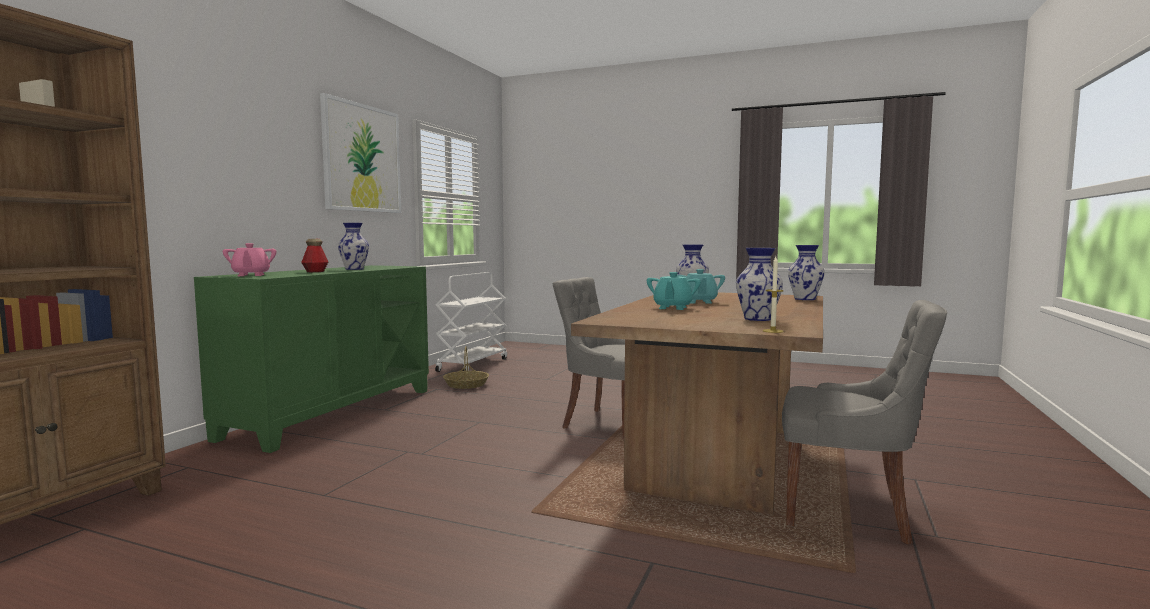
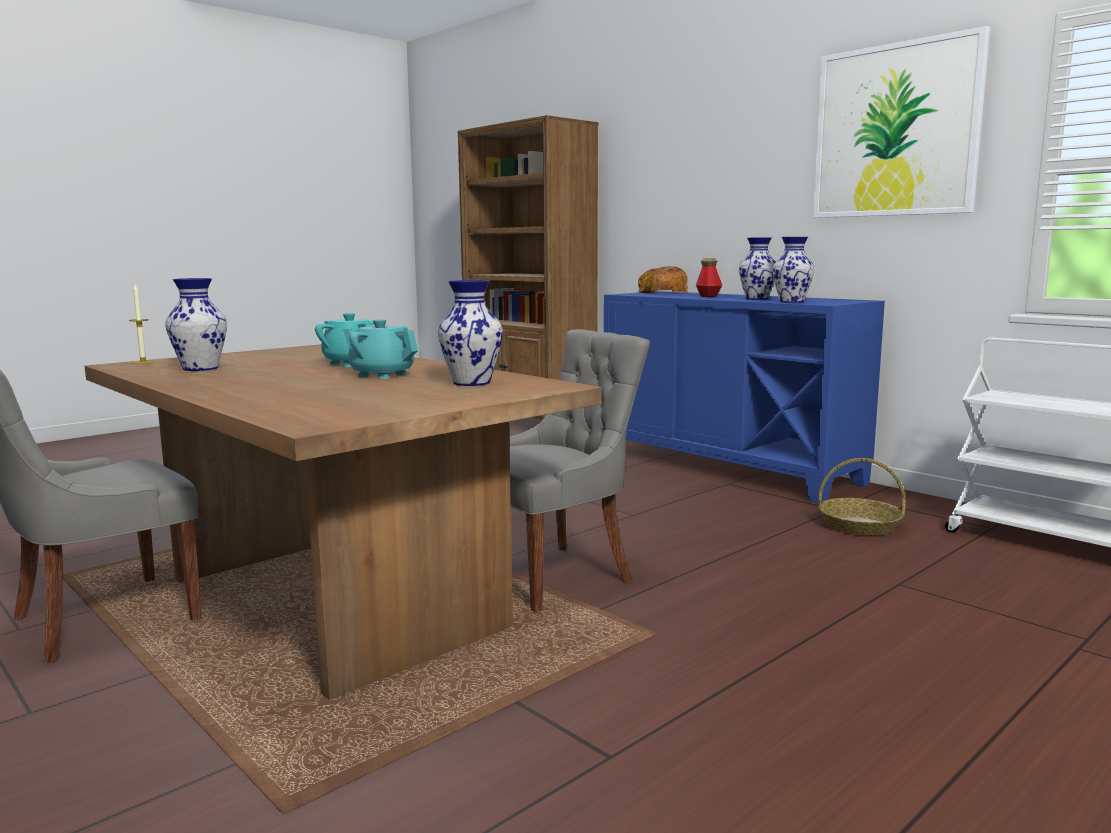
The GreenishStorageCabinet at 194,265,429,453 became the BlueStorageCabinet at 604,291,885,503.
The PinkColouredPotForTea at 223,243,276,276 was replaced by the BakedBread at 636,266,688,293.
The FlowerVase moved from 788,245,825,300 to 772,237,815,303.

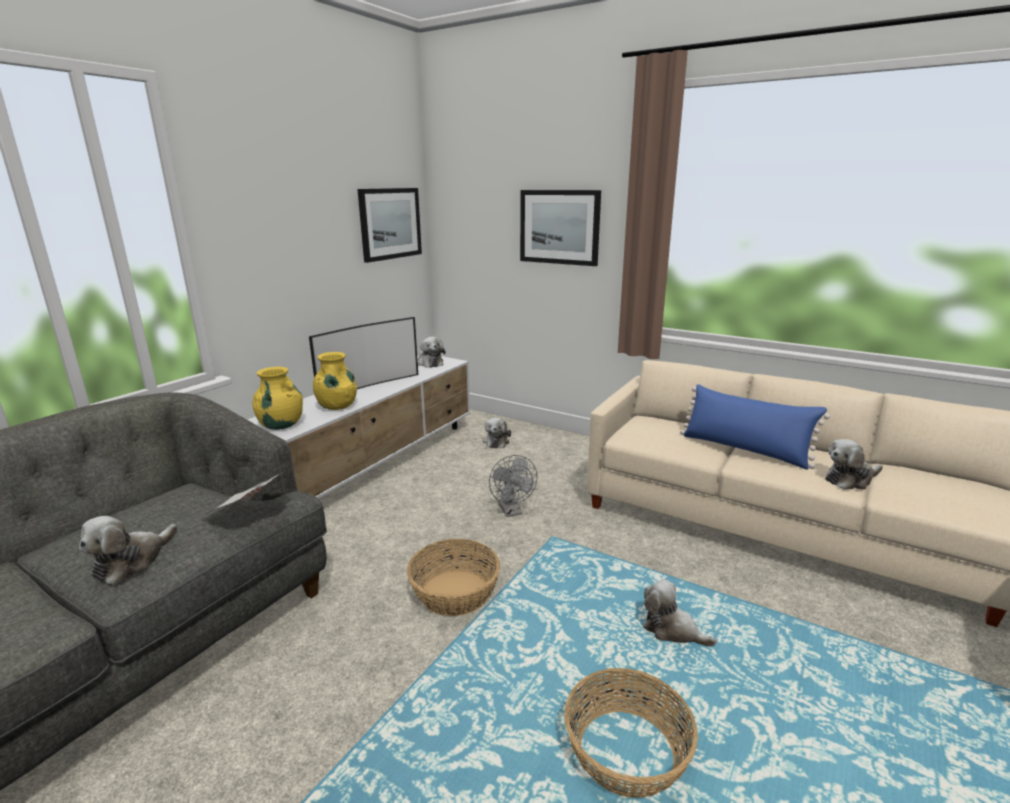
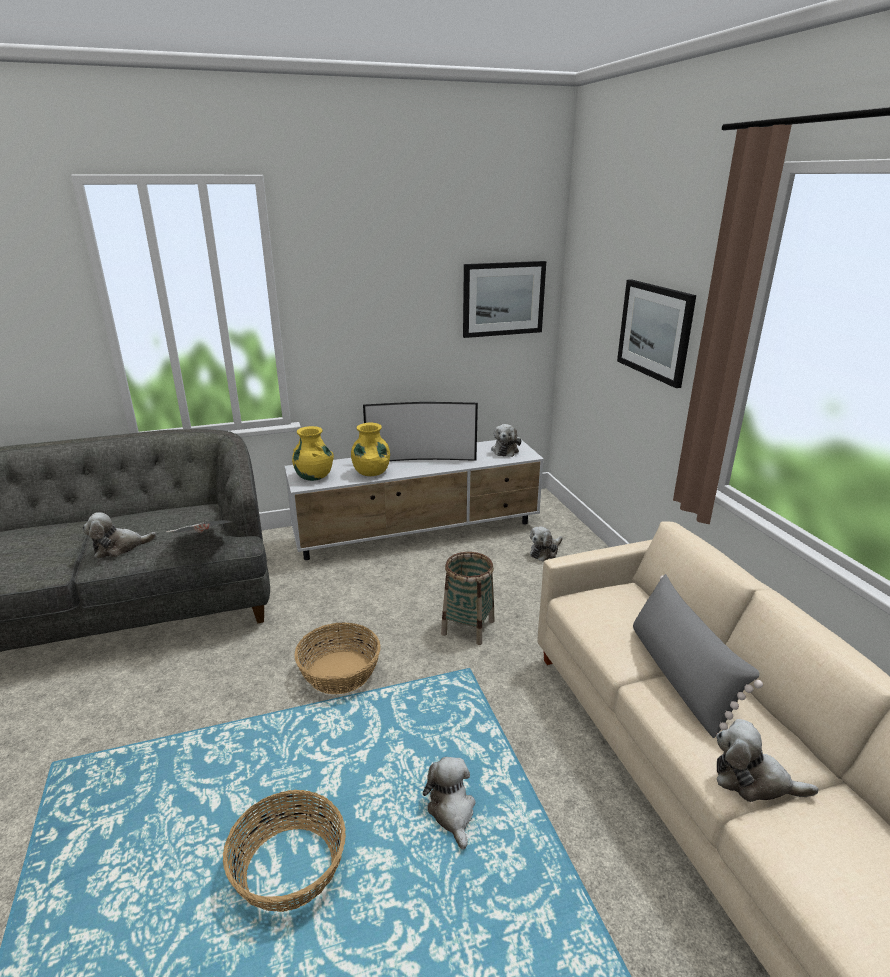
The GreyishElectricFan at 489,455,537,517 was replaced by the HouseholdBasket at 441,552,495,645.
The BluePillow at 680,384,830,470 became the GreyishPillow at 633,574,763,738.

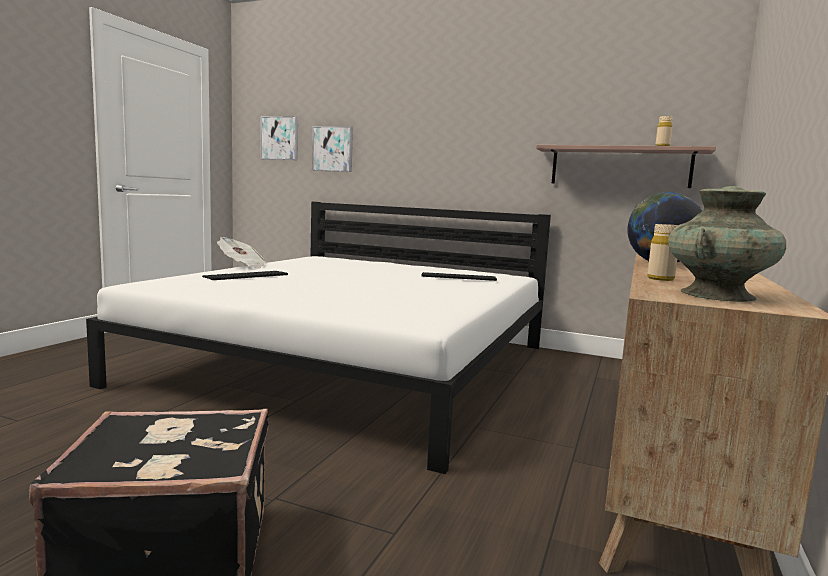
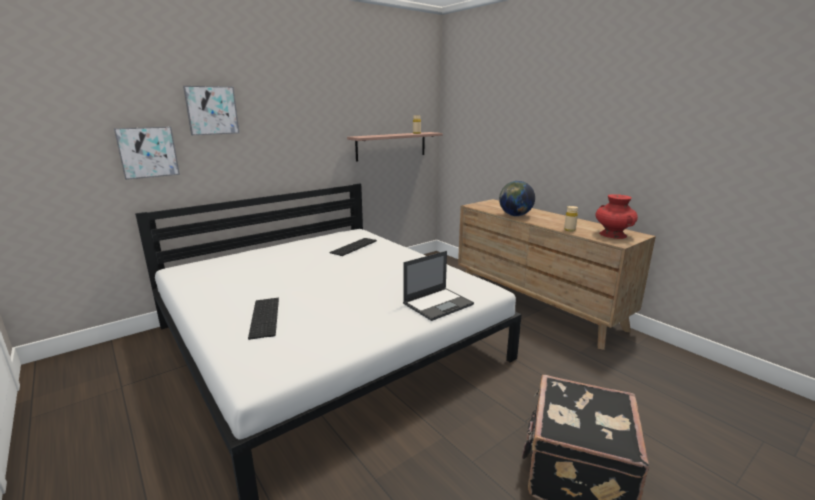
The Picture moved from 261,116,298,160 to 183,86,239,135.
The Laptop at 403,251,474,321 appeared.
The TurquoiseColouredFlowerVase at 668,186,786,302 became the RedFlowerVase at 595,194,638,239.
The PrintedPaper at 217,237,267,269 disappeared.

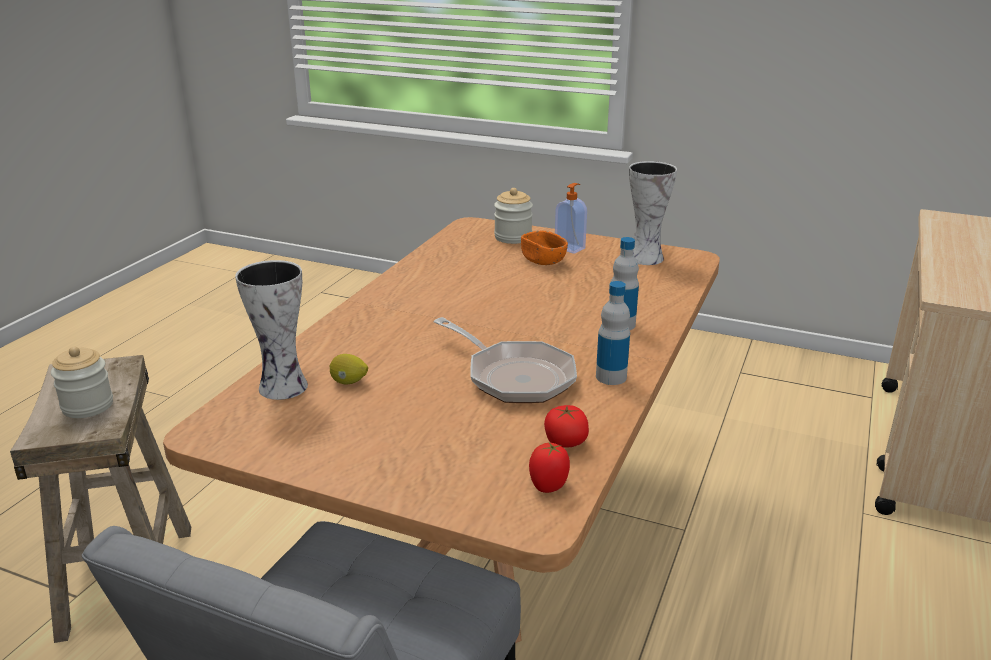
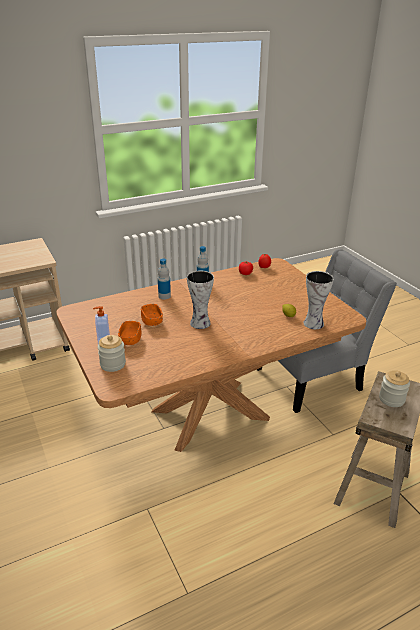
The OrangeyBowl at 141,304,163,326 appeared.
The FlowerVase moved from 629,161,677,265 to 187,271,214,329.
The Pan at 434,317,577,403 disappeared.

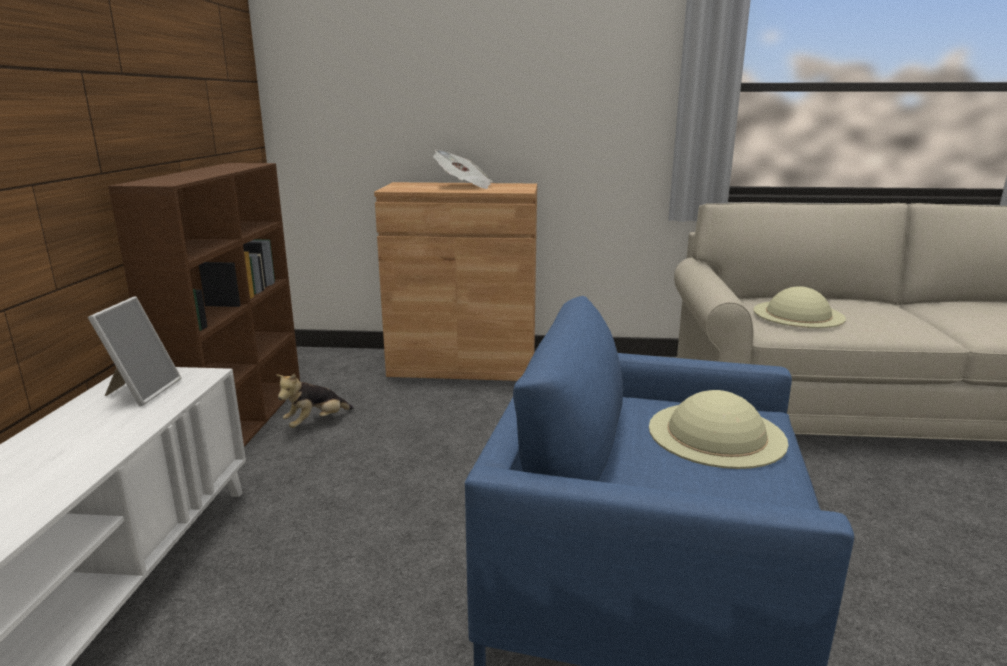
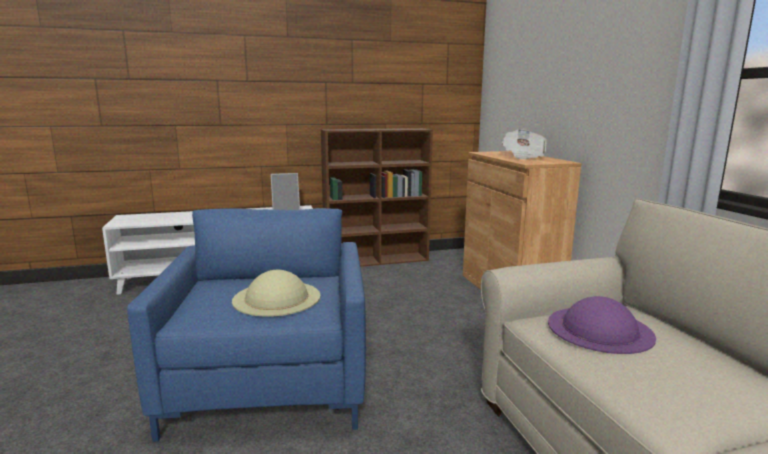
The SandColouredHat at 753,286,846,328 became the PurpleHat at 548,296,656,354.
The PlushToy at 276,374,354,428 disappeared.

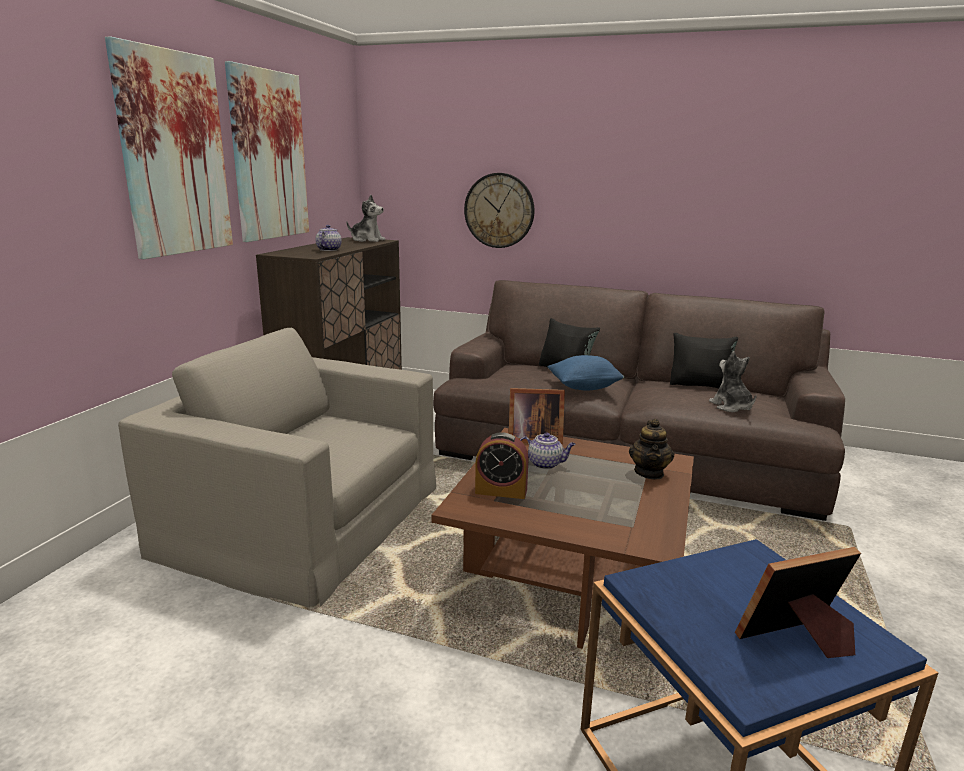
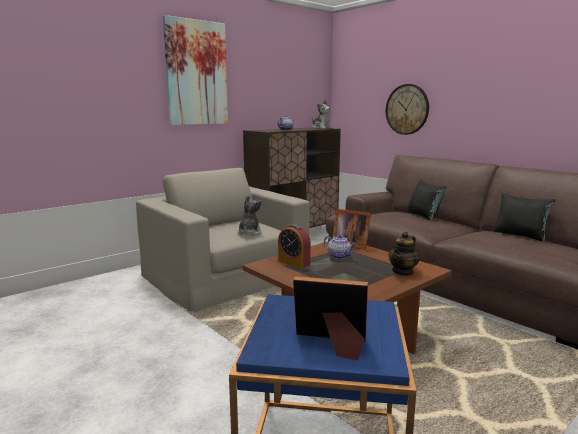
The PlushToy moved from 709,351,757,412 to 238,195,262,236.
The Picture at 225,61,309,242 disappeared.
The BluePillow at 547,355,624,390 disappeared.

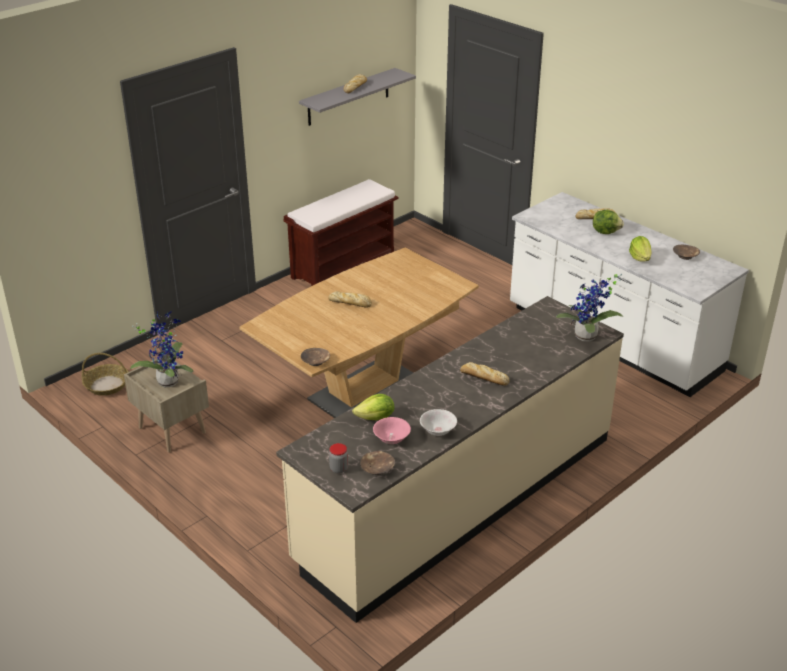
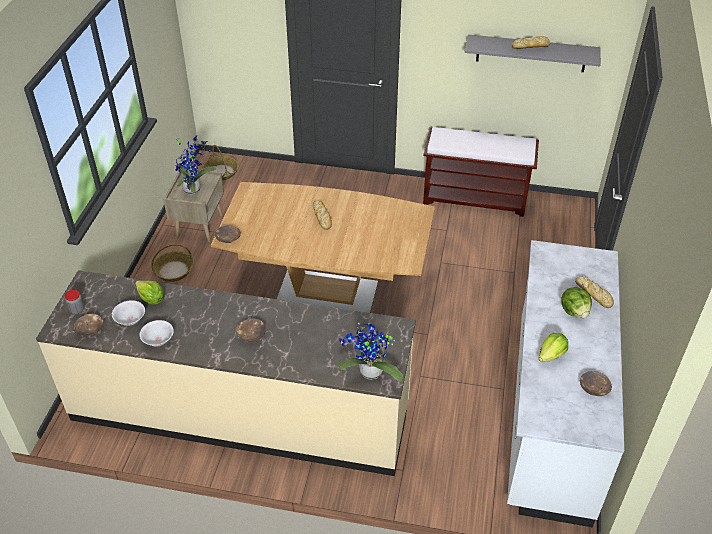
The PinkColouredBowl at 373,417,411,444 became the WhiteColouredBowl at 112,300,145,326.
The HouseholdBasket at 151,244,193,282 appeared.
The BakedBread at 460,362,509,386 was replaced by the BrownishBowl at 236,319,266,342.

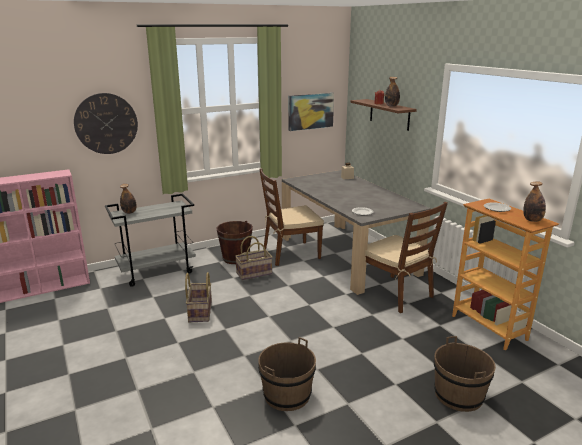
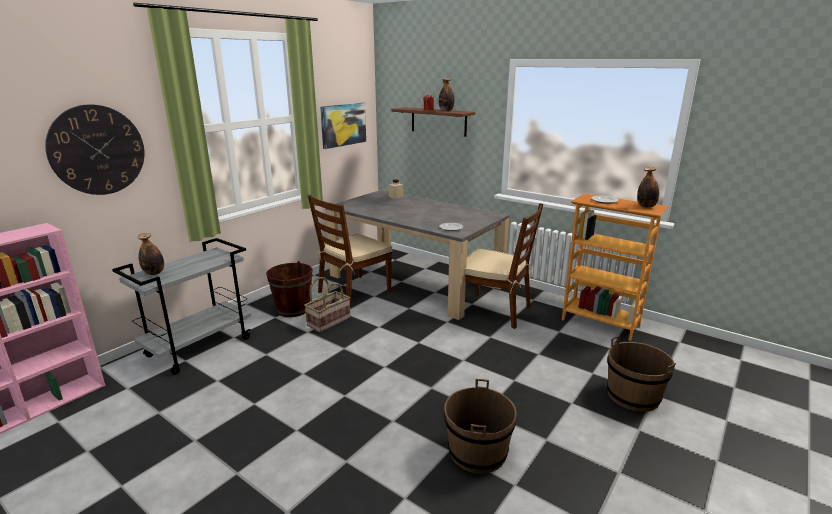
The HouseholdBasket at 185,272,212,322 disappeared.

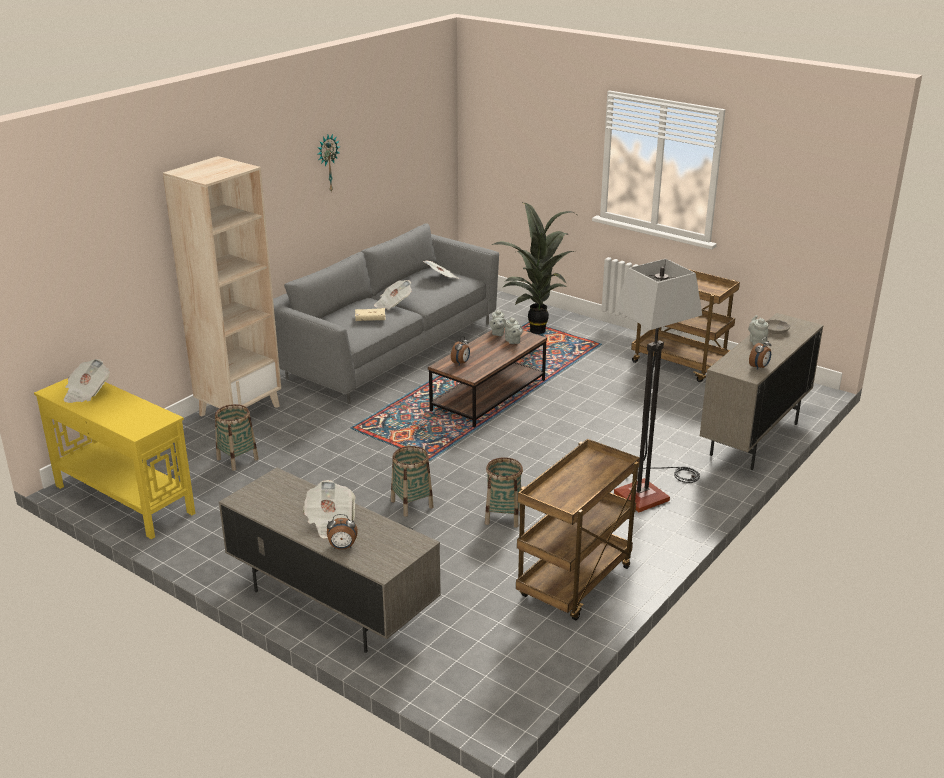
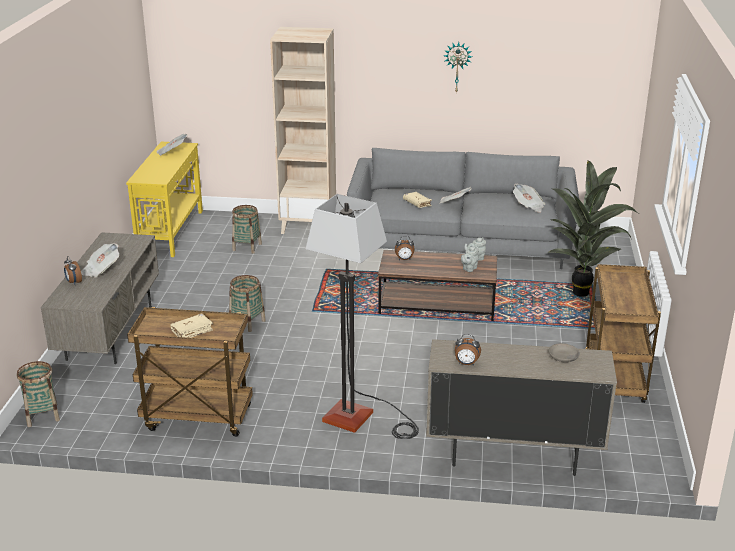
The HouseholdBasket moved from 485,457,523,528 to 17,361,60,427.
The SandColouredBoundBook at 171,313,213,338 appeared.
The GreyishPotForTea at 748,315,769,345 disappeared.

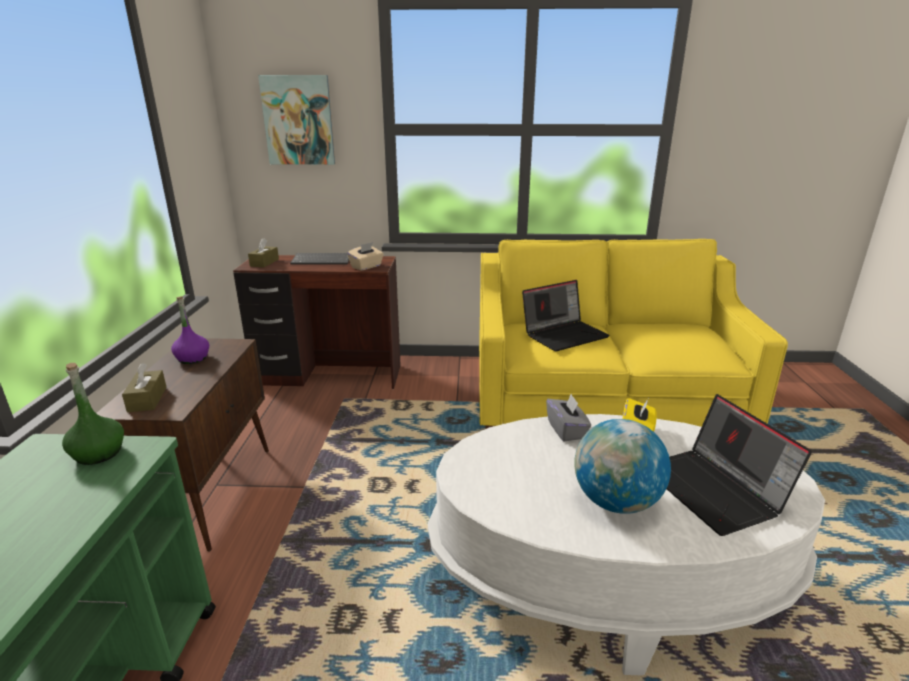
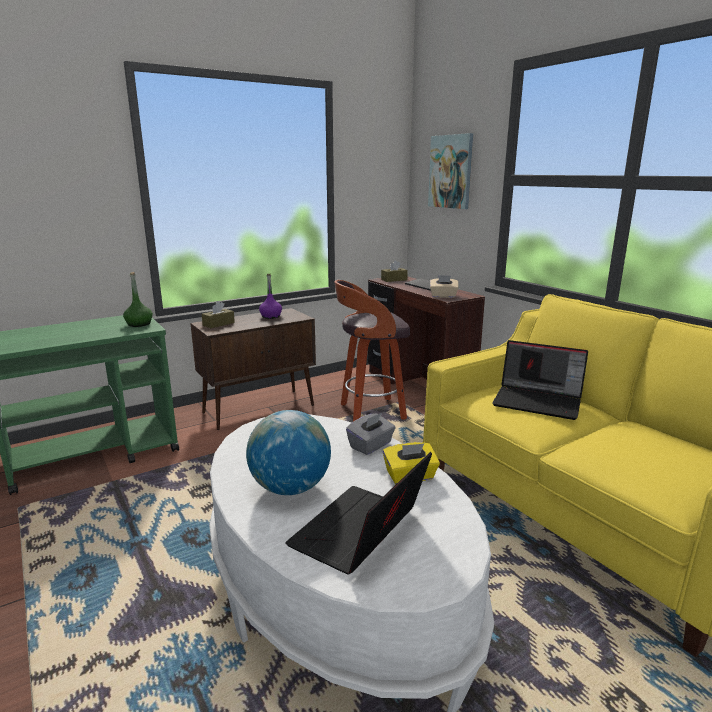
The Stool at 335,280,410,422 appeared.

